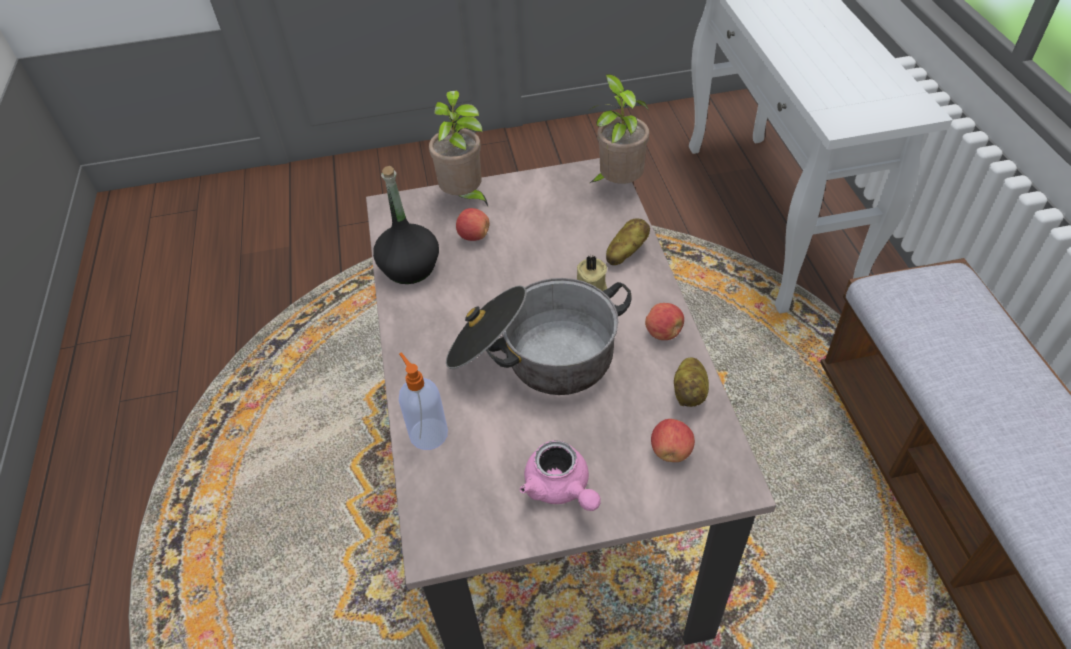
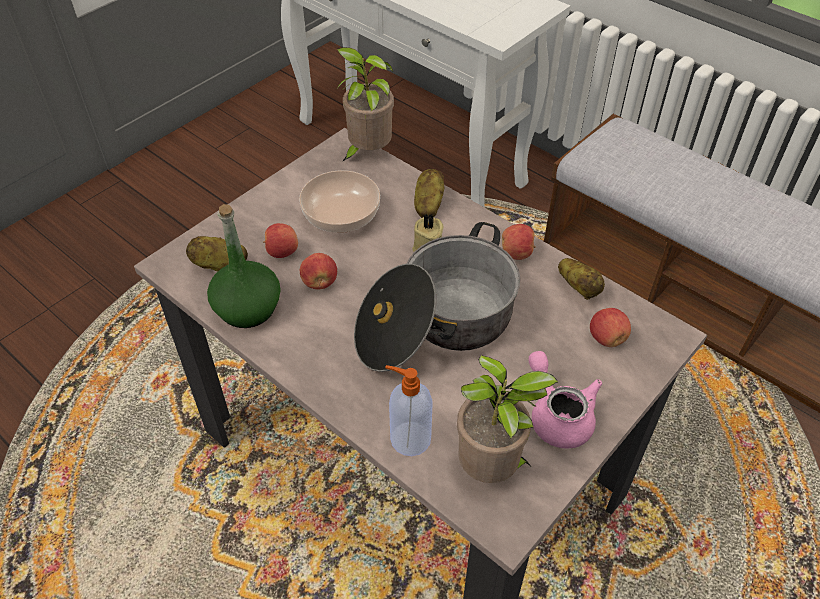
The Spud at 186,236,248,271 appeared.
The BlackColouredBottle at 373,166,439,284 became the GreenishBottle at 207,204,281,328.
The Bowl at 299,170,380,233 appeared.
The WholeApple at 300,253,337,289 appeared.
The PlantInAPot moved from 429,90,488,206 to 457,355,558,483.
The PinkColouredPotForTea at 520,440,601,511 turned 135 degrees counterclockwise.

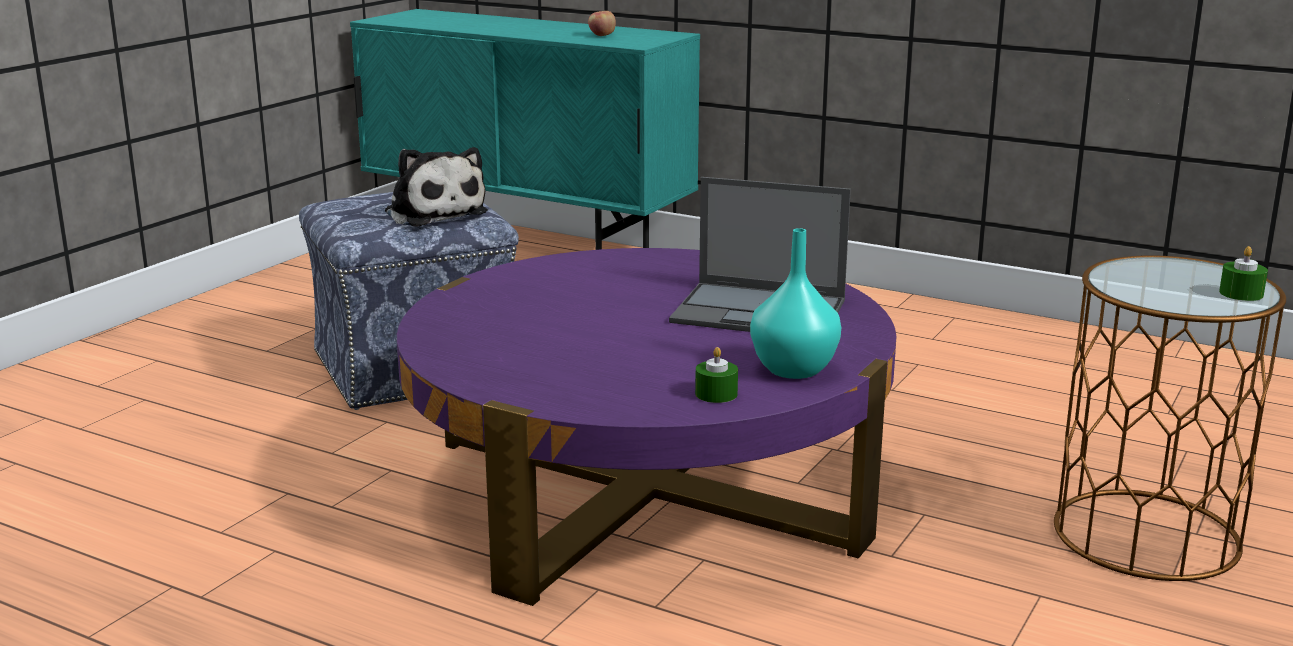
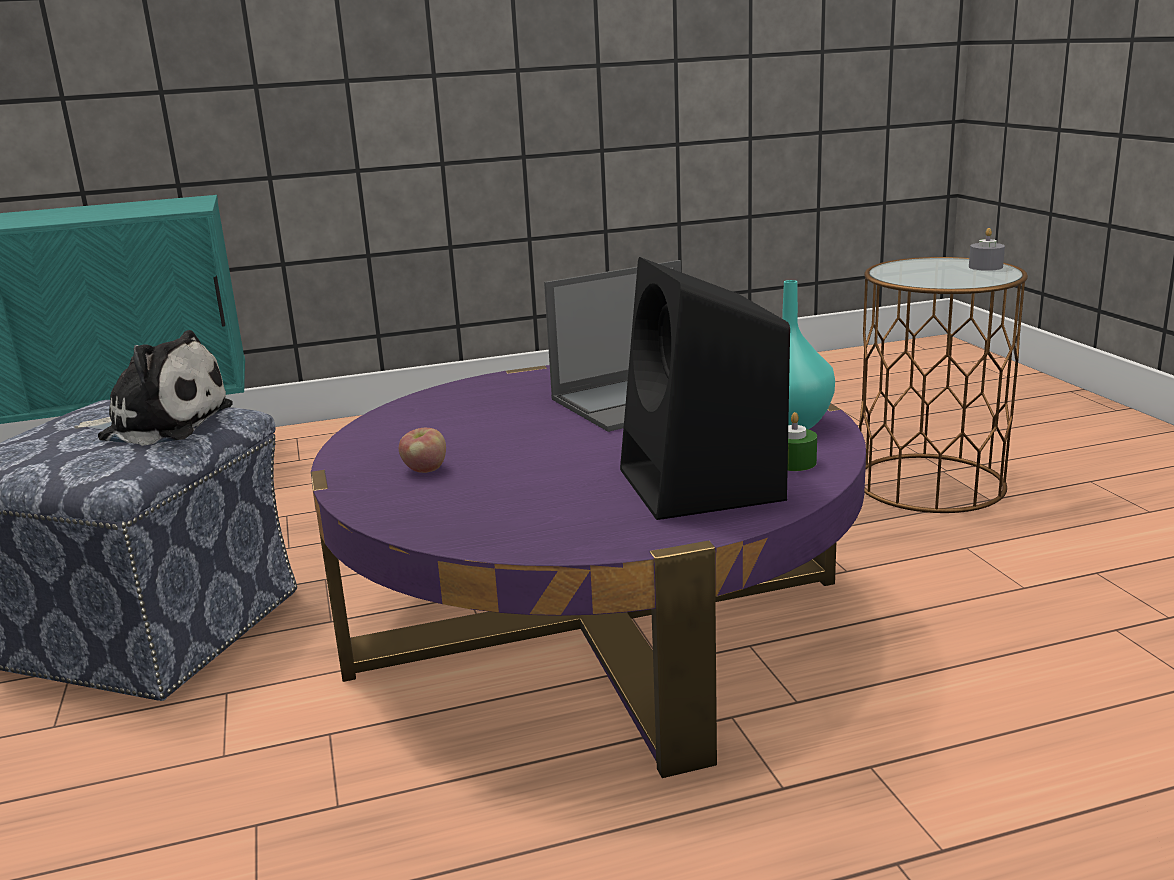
The WholeApple moved from 588,11,616,36 to 399,428,446,473.
The BlackColouredAudioSpeaker at 620,257,790,520 appeared.
The GreenishWaxLight at 1219,246,1268,301 became the GreyishWaxLight at 969,228,1005,271.

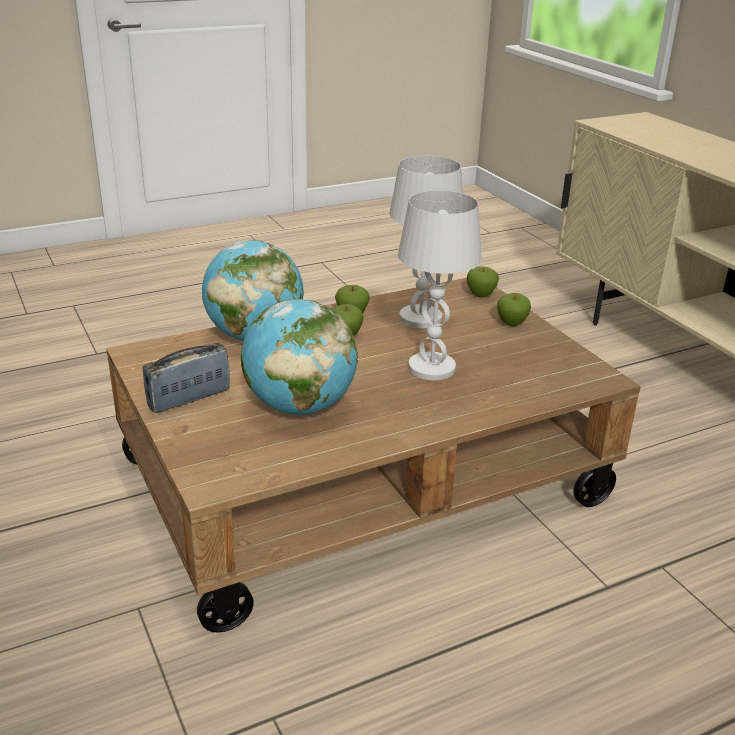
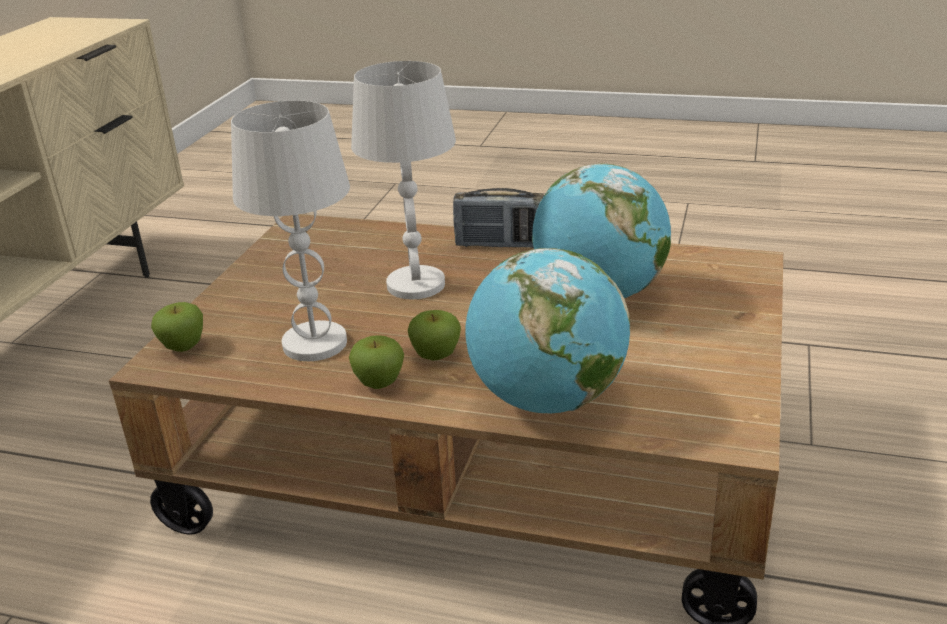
The Radio moved from 143,343,230,413 to 453,188,544,248.
The WholeApple at 497,293,531,326 disappeared.

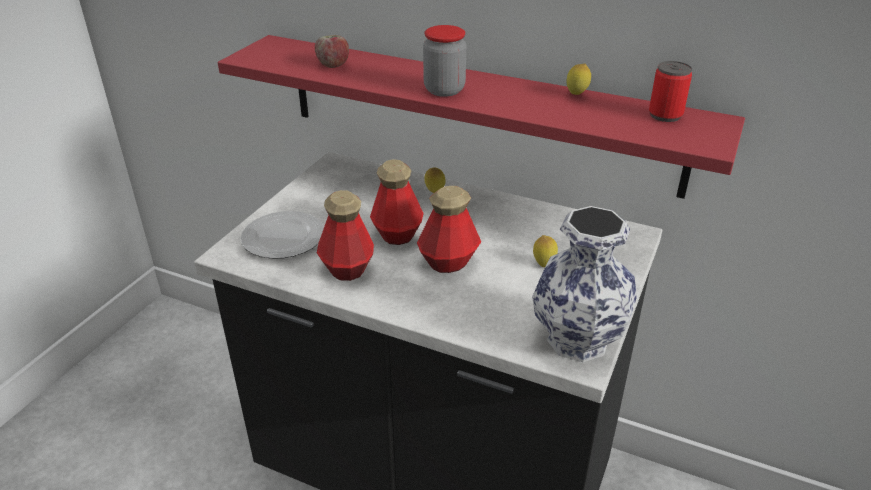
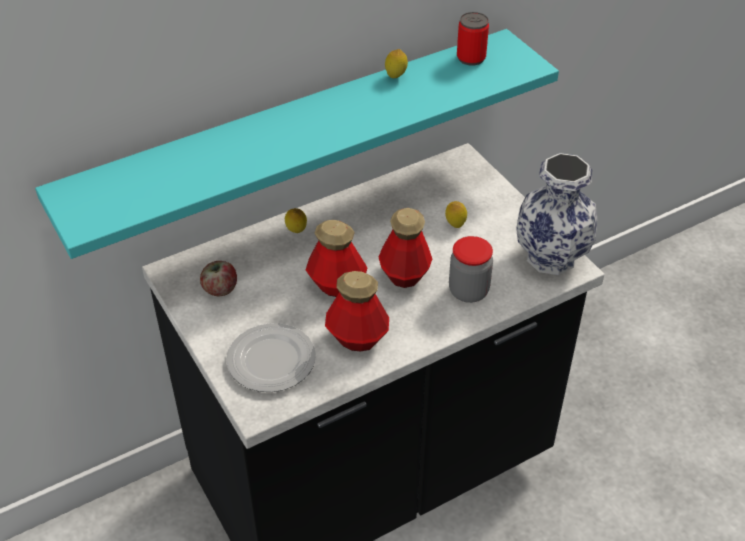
The RedShelf at 218,35,745,199 became the TurquoiseColouredShelf at 35,29,559,259.
The WholeApple moved from 315,35,349,68 to 200,261,237,296.
The Jar moved from 423,25,466,97 to 449,236,493,303.

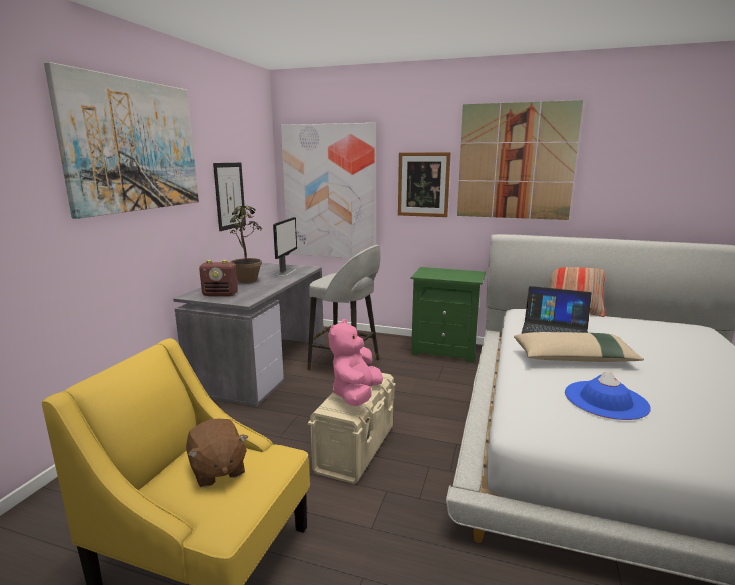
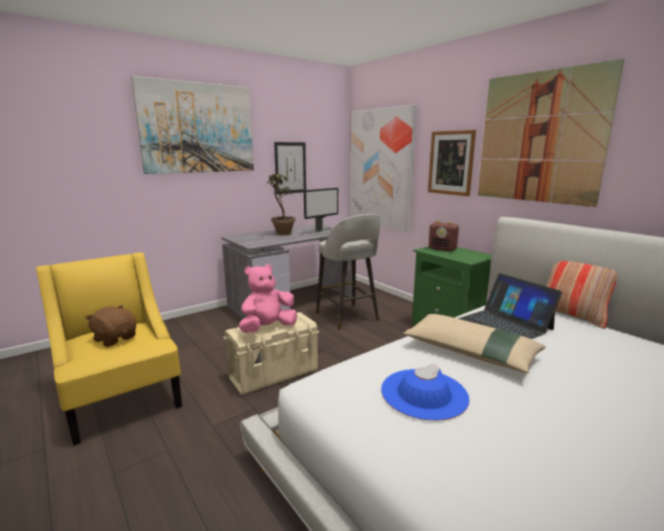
The BrownishPlushToy at 186,419,248,487 turned 120 degrees clockwise.
The Radio moved from 199,260,238,296 to 428,221,459,252.

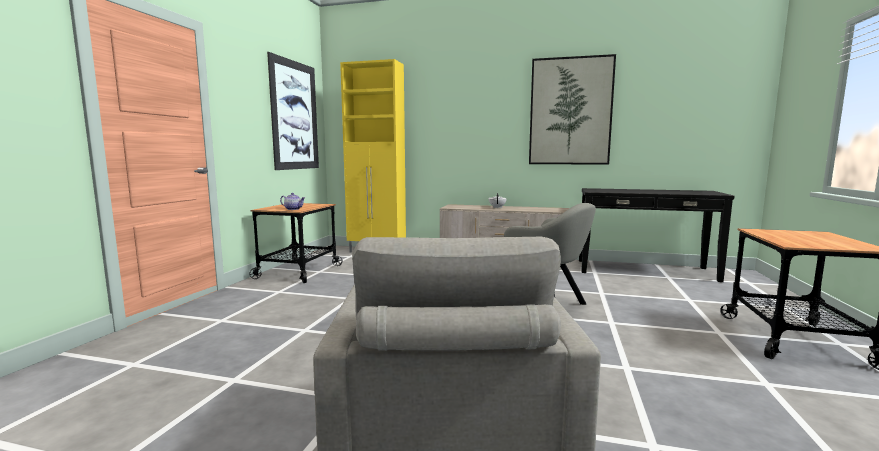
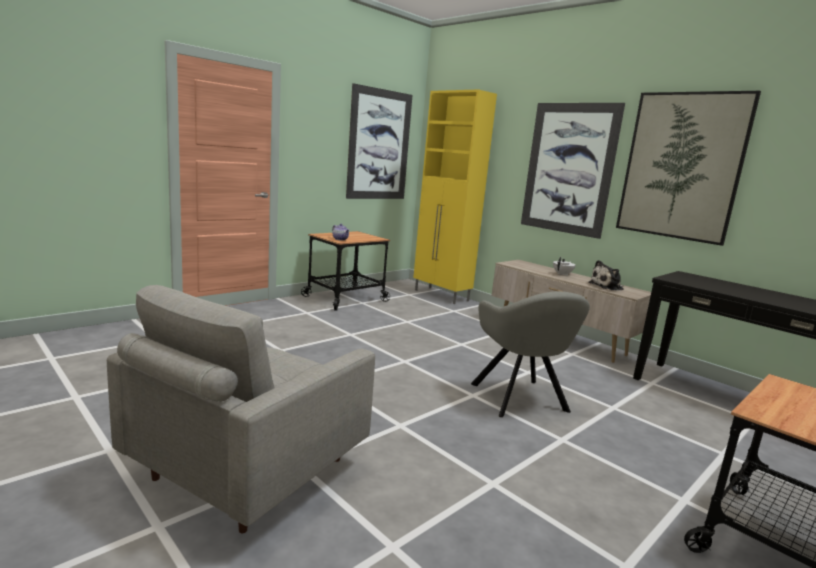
The Picture at 521,103,625,239 appeared.
The PlushToy at 588,260,624,290 appeared.

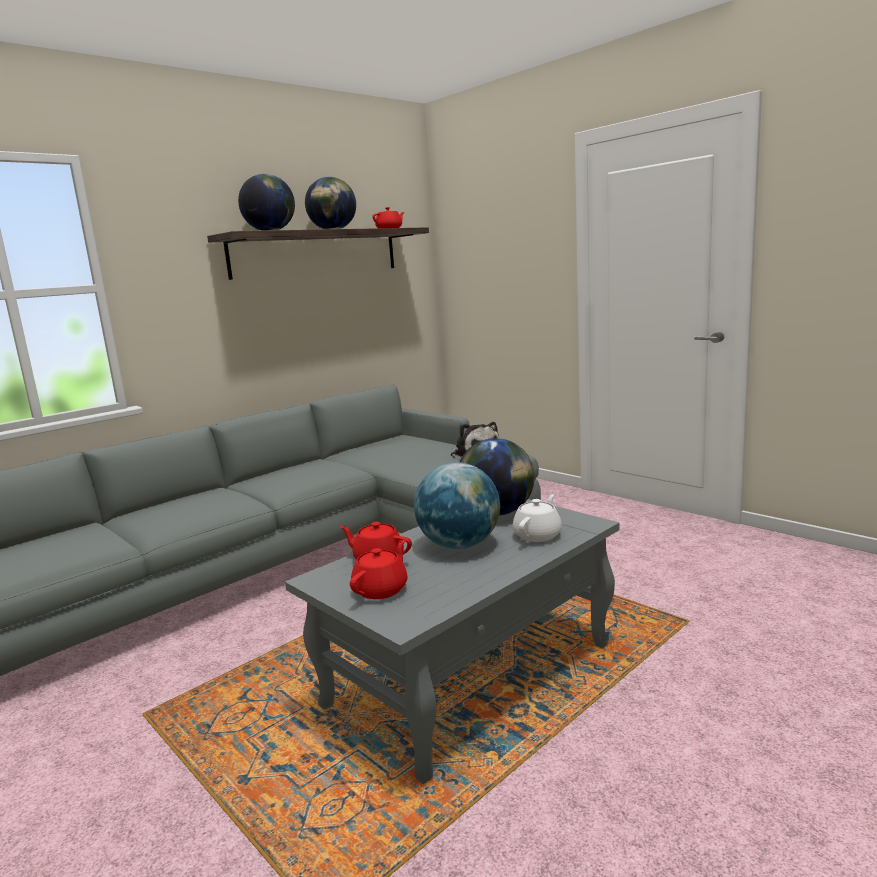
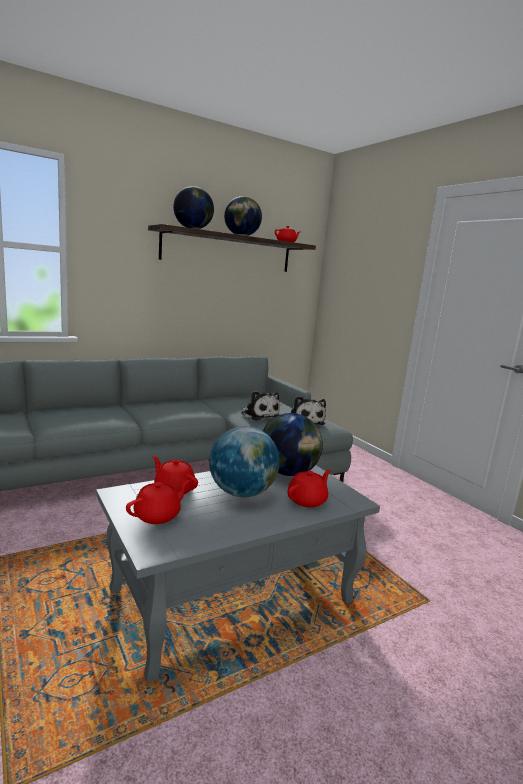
The PlushToy at 241,391,280,421 appeared.
The WhiteColouredPotForTea at 513,494,562,542 became the RedPotForTea at 288,469,331,507.

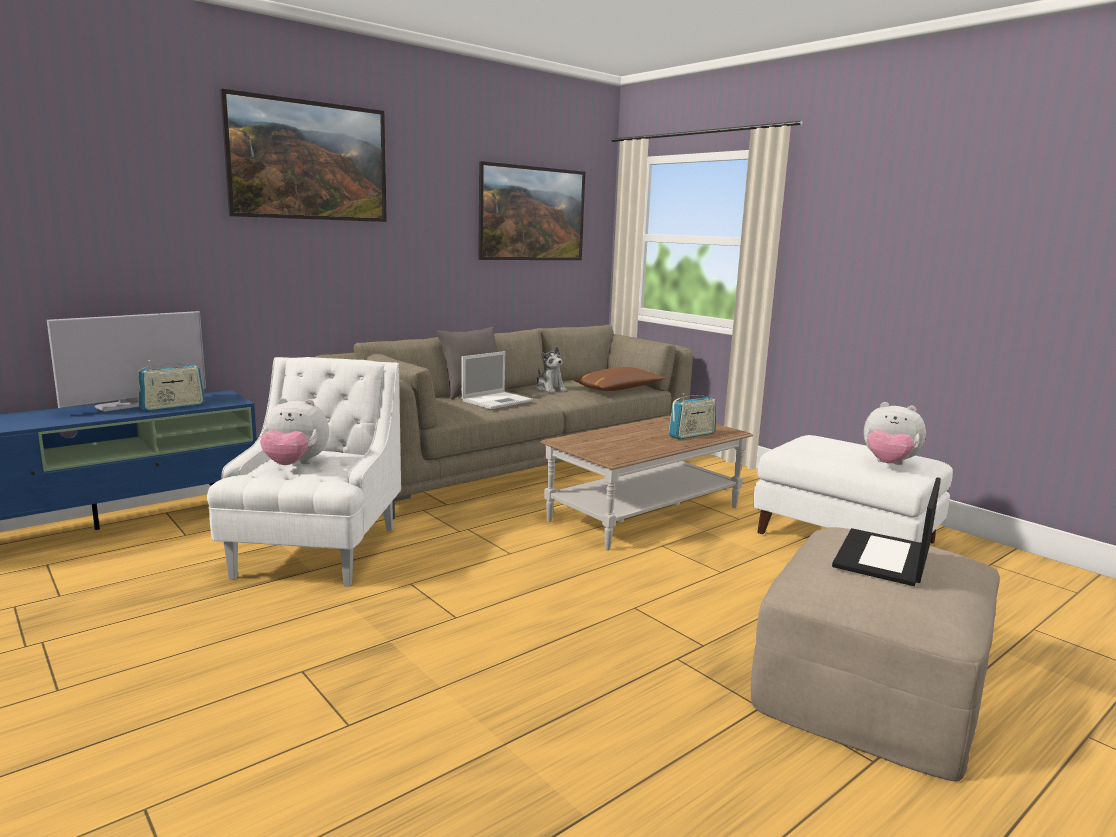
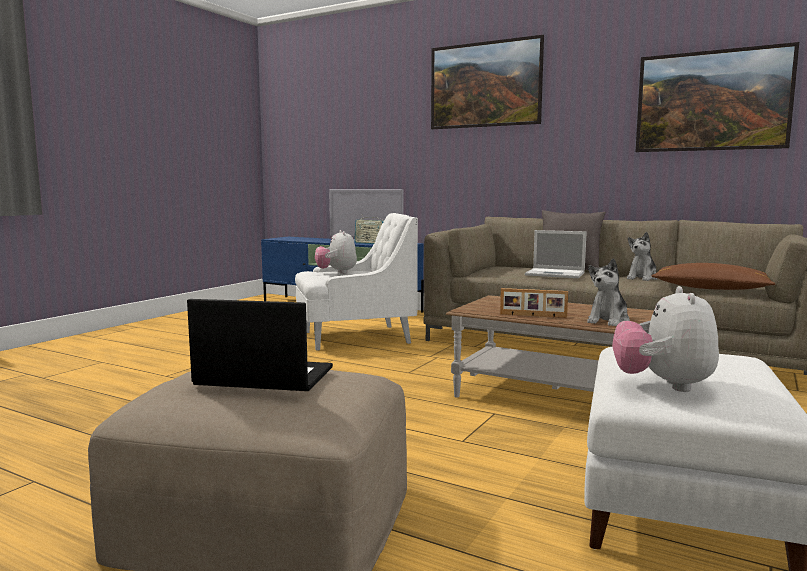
The PhotoFrame at 500,288,568,318 appeared.
The Radio at 669,393,716,440 was replaced by the PlushToy at 587,258,630,326.

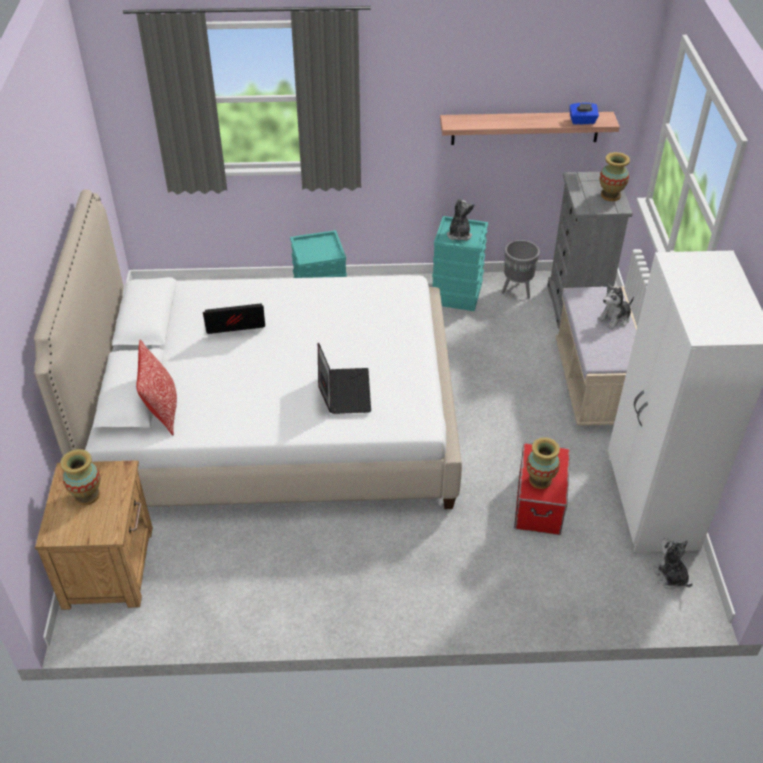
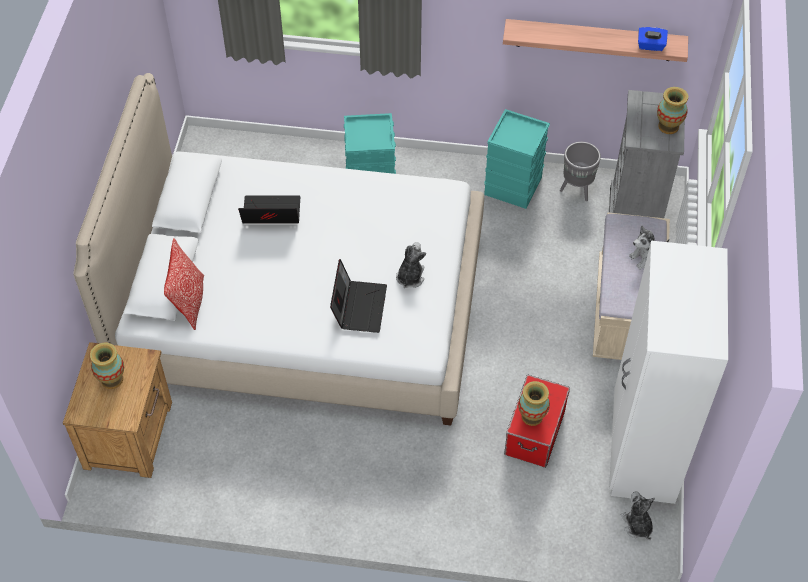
The PlushToy moved from 447,198,475,241 to 396,242,426,288.

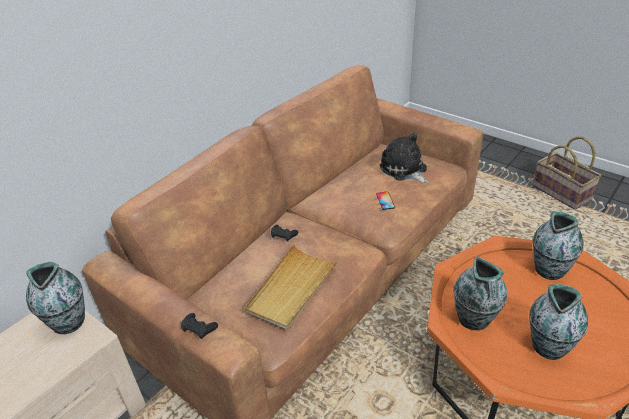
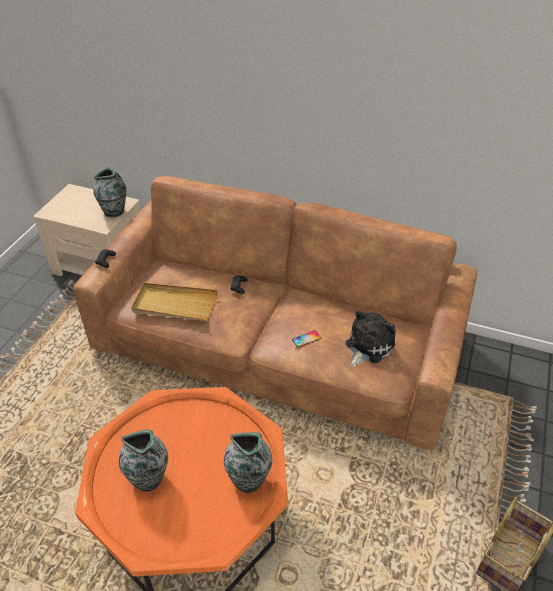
The FlowerVase at 453,256,507,330 disappeared.

